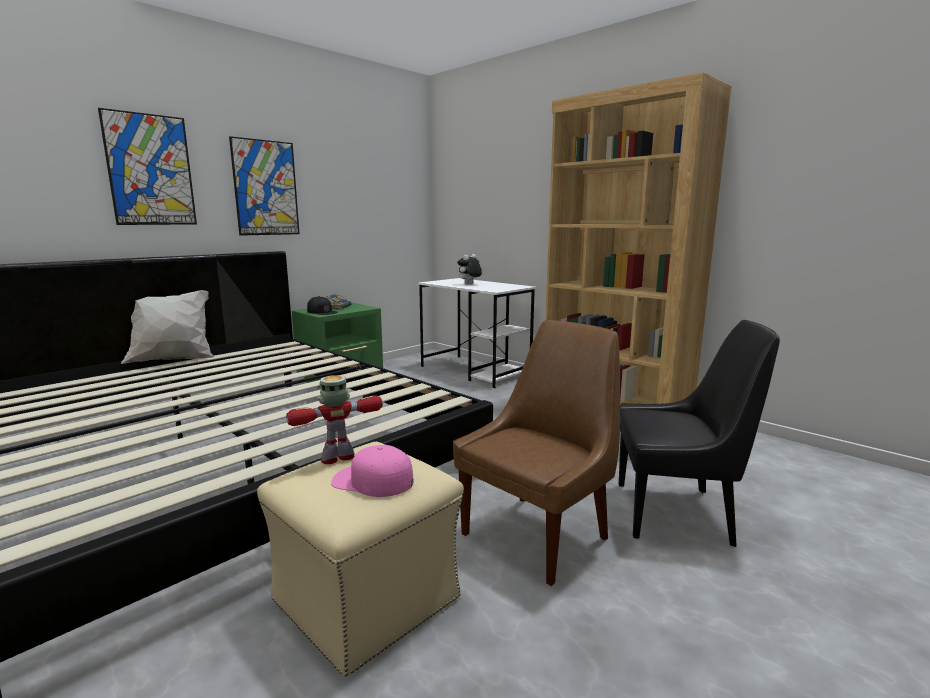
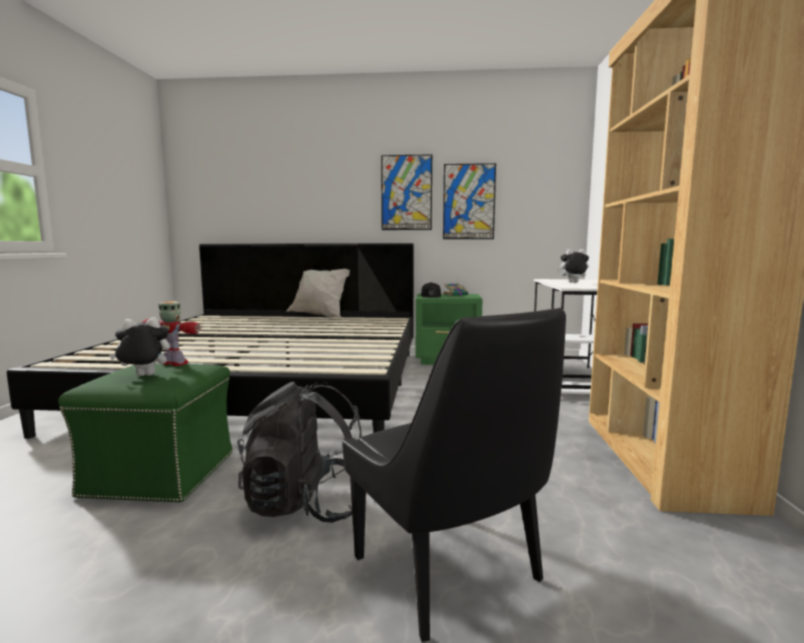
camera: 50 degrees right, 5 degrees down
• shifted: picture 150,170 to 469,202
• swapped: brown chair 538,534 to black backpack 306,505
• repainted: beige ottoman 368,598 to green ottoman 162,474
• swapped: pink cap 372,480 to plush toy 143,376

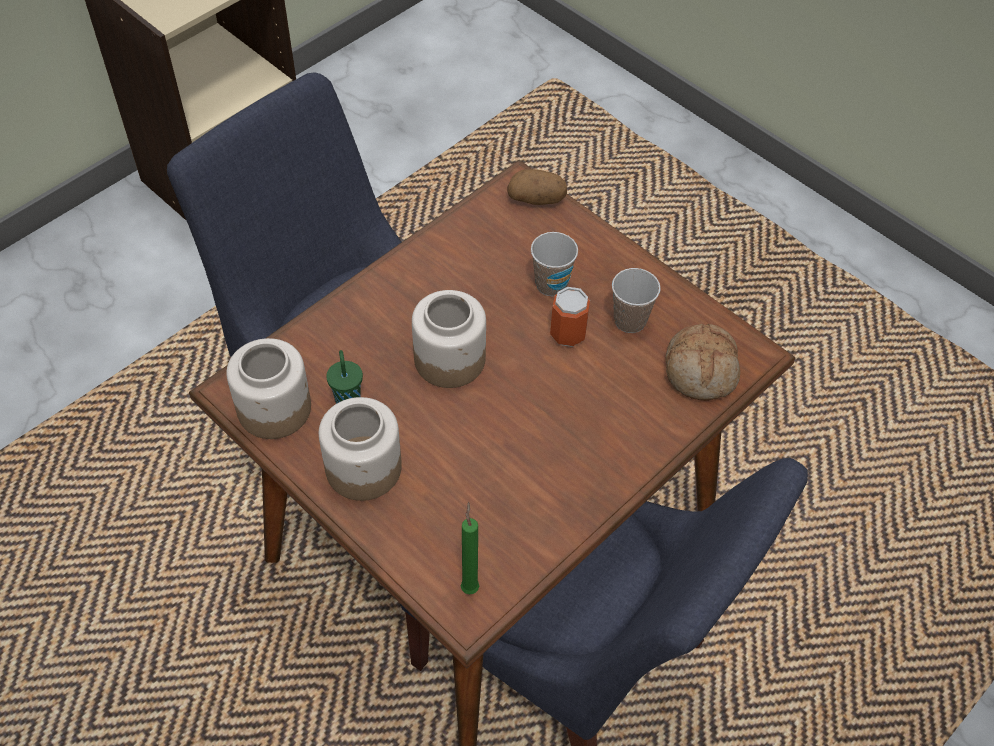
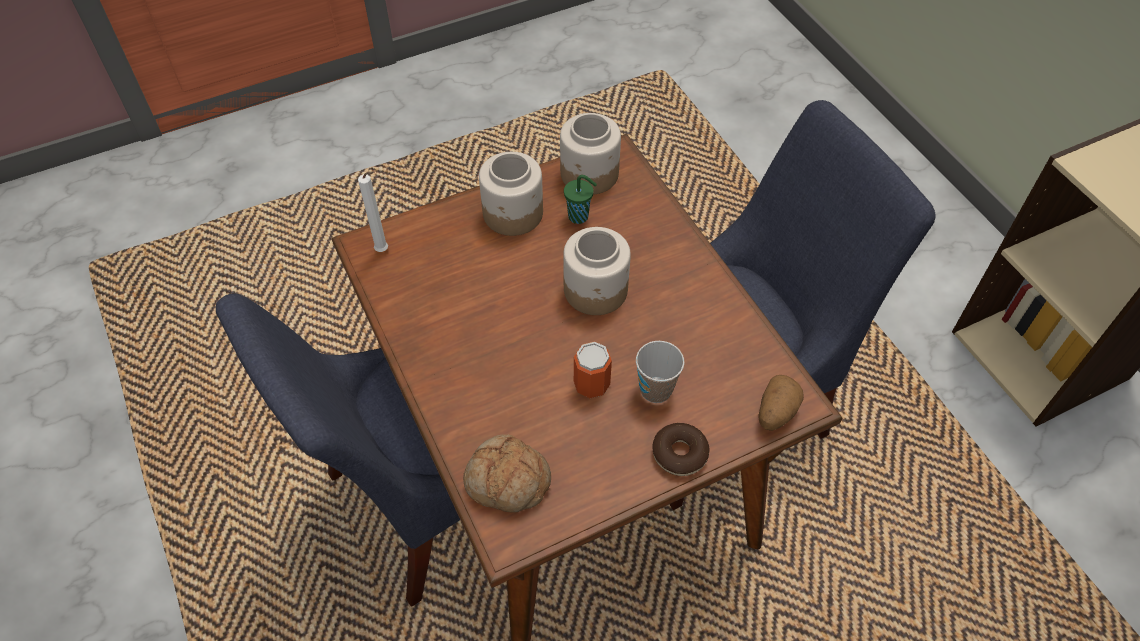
camera: 110 degrees right, 0 degrees up
• gone: cup 630,321
• repainted: green candle 470,586 to white candle 384,251
• new: donut 679,453

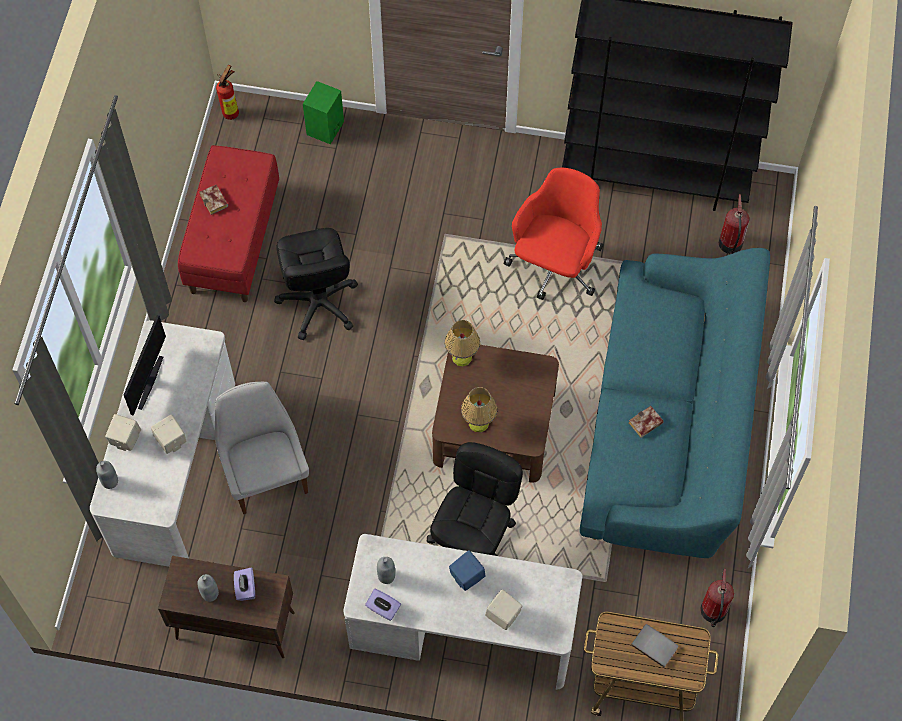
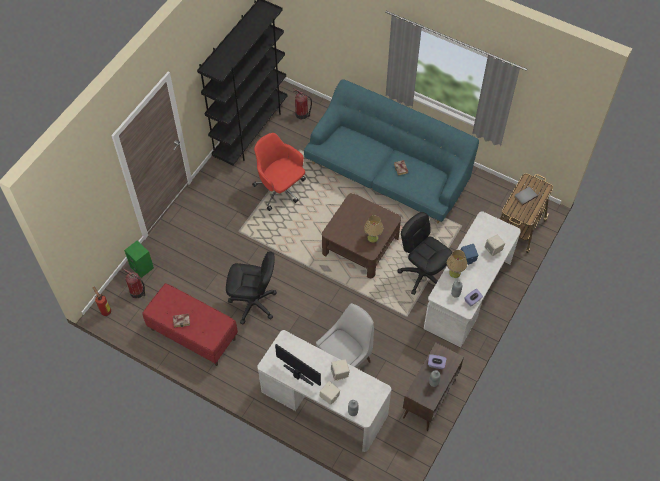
camera: 70 degrees left, 5 degrees down
• shifted: table lamp 462,357 to 454,272
• rotated: white chair 266,474 = 346,359 135 degrees clockwise
• shifted: fire extinguisher 713,612 to 138,292

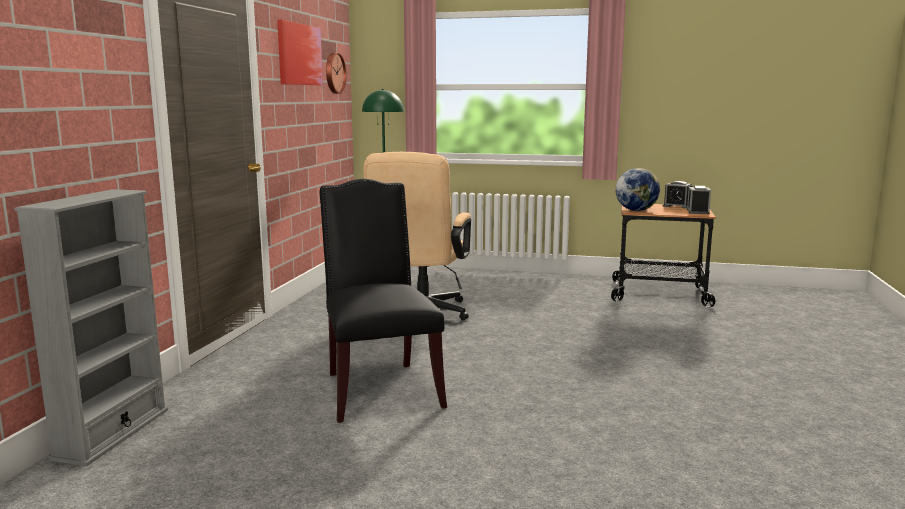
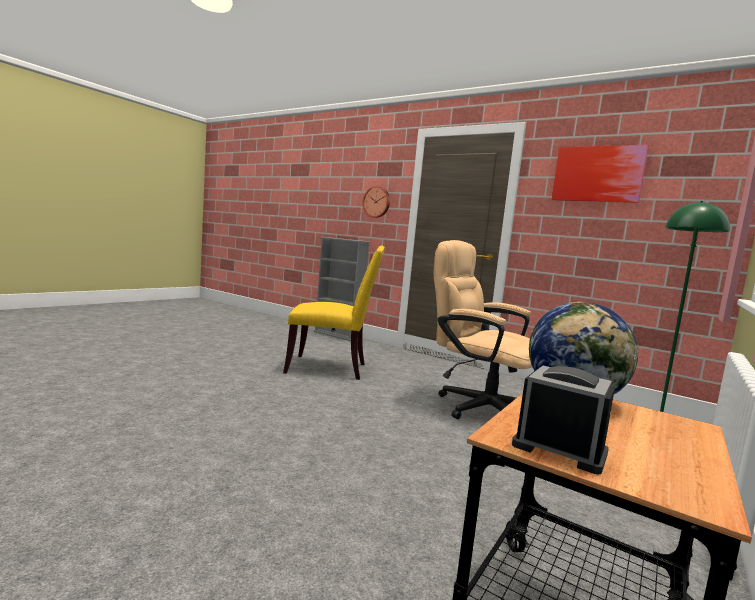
camera: 110 degrees right, 5 degrees down
• shifted: wall clock 334,73 to 377,202
• repainted: black chair 379,388 to yellow chair 331,368
• gone: alarm clock 677,206

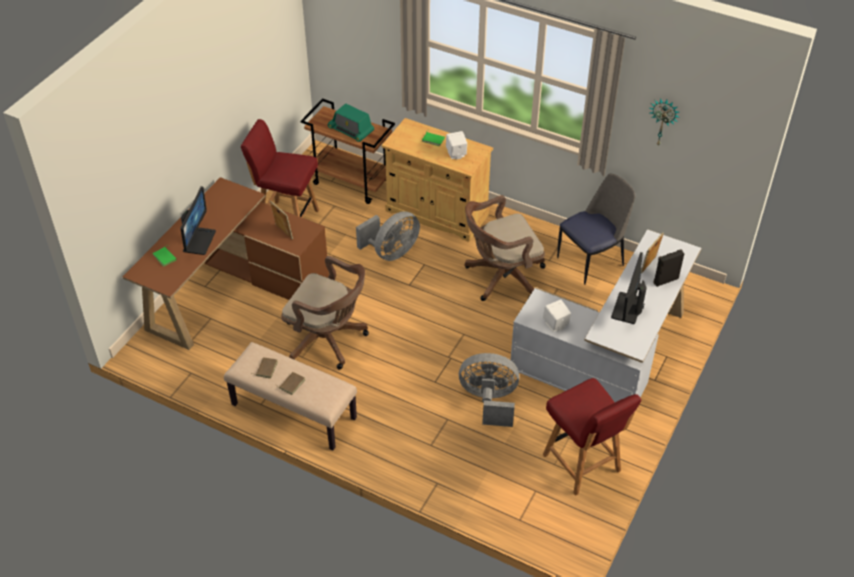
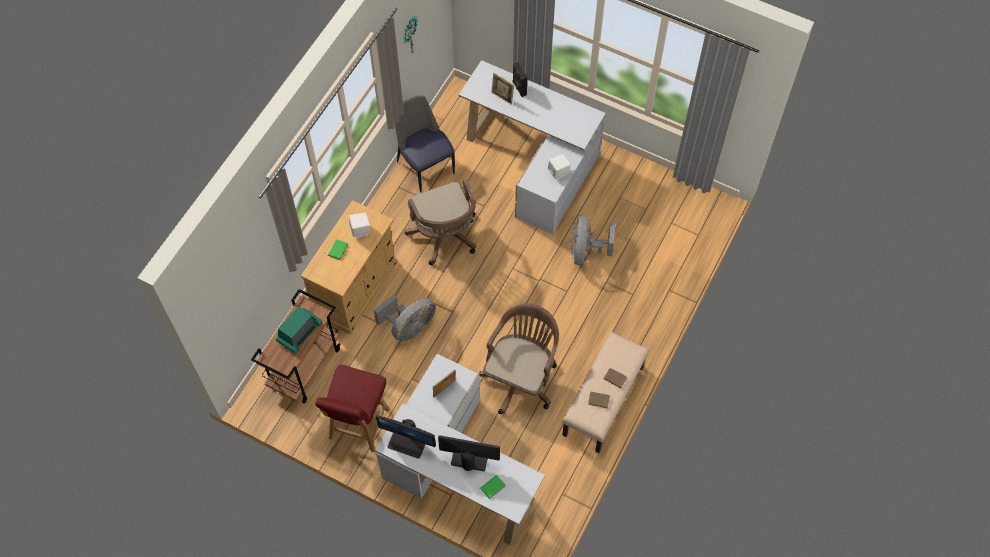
camera: 90 degrees left, 15 degrees up
• repainted: brown desk 232,289 to white desk 456,469
• rotated: grey fan 391,252 = 409,327 90 degrees clockwise
• shifted: monitor 627,308 to 408,442
• gone: red chair 582,464

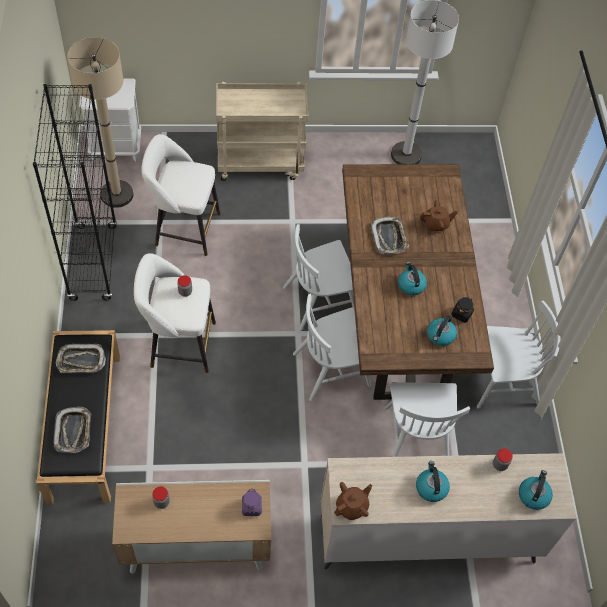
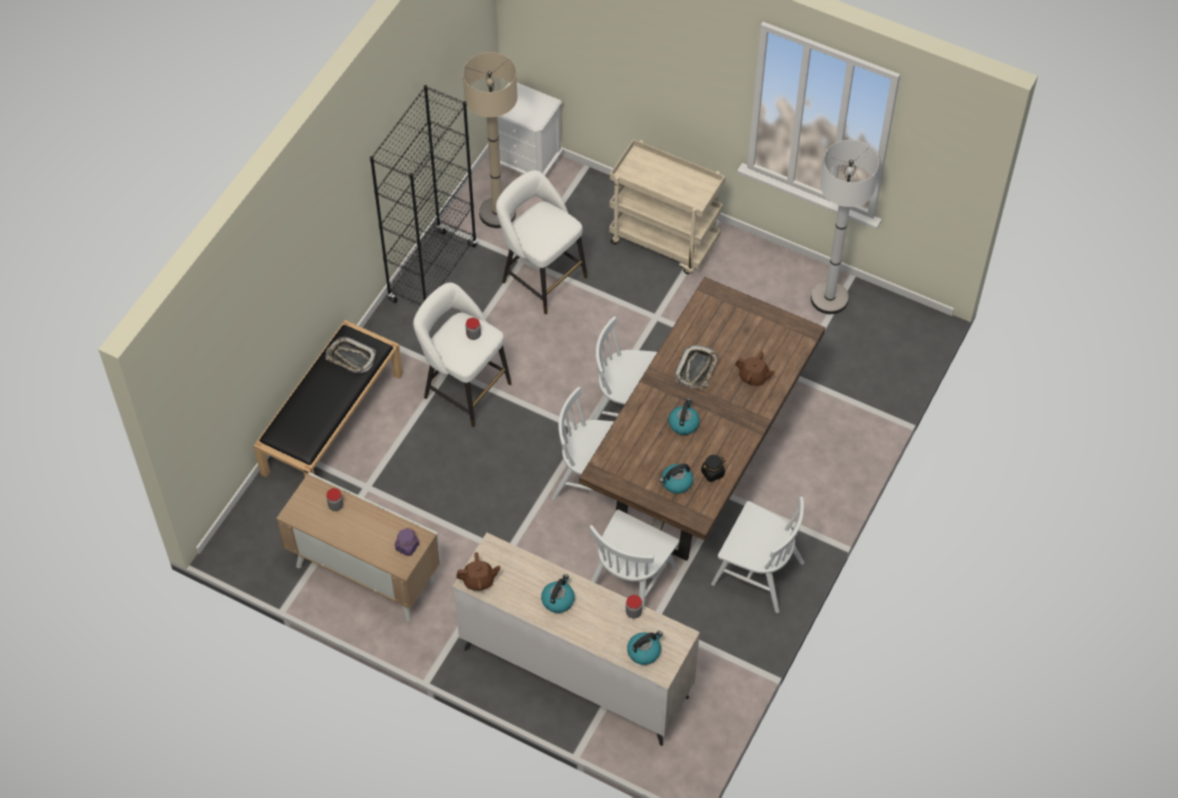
camera: 35 degrees right, 0 degrees up
• gone: tray 73,431

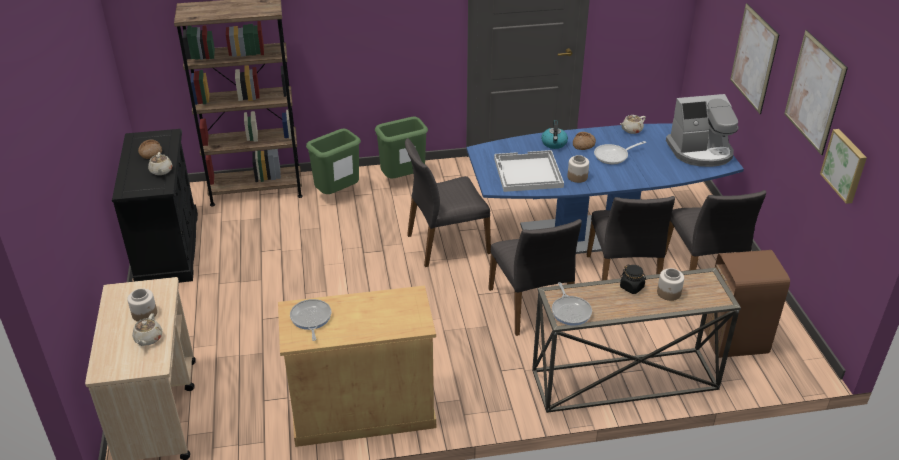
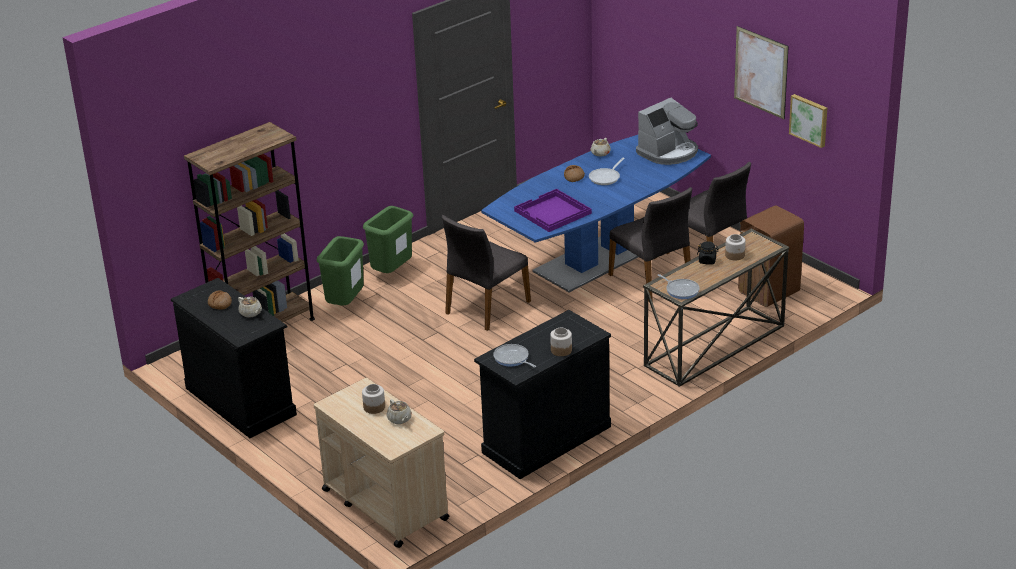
camera: 30 degrees left, 5 degrees down
• gone: picture 754,58
• gone: kettle 554,143
• repainted: white tray 527,173 to purple tray 552,212
• shifted: jar 577,177 to 561,350
• gone: grey chair 531,306
• repainted: beige cabinet 363,411 to black cabinet 546,439

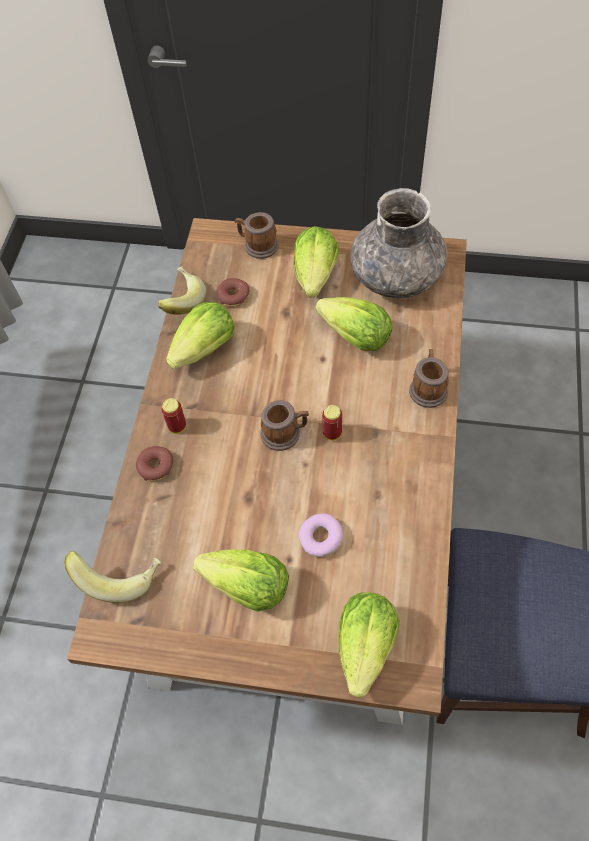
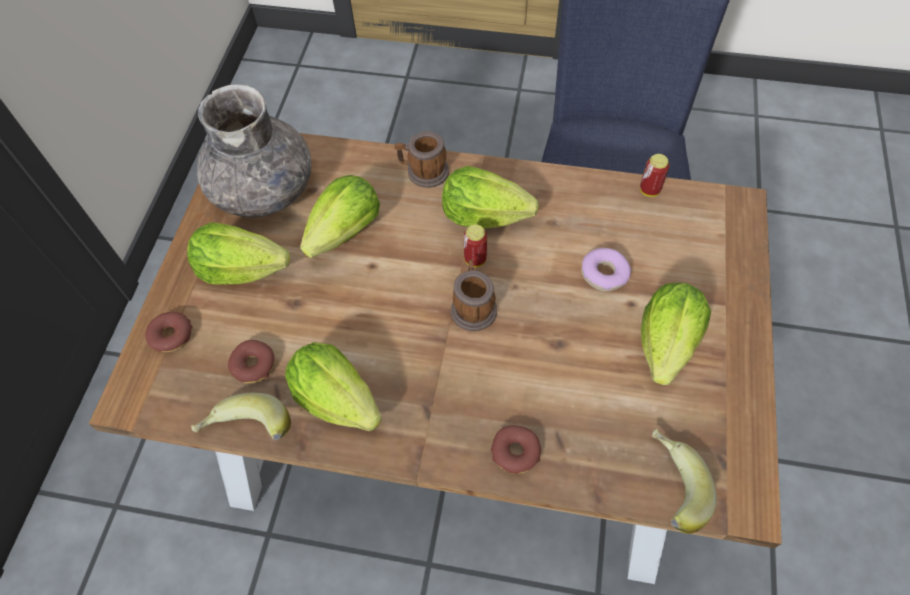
camera: 90 degrees left, 0 degrees up
• swapped: mug 257,245 to donut 171,336
• shifted: can 177,426 to 649,190
• shifted: lettuce 365,646 to 484,215

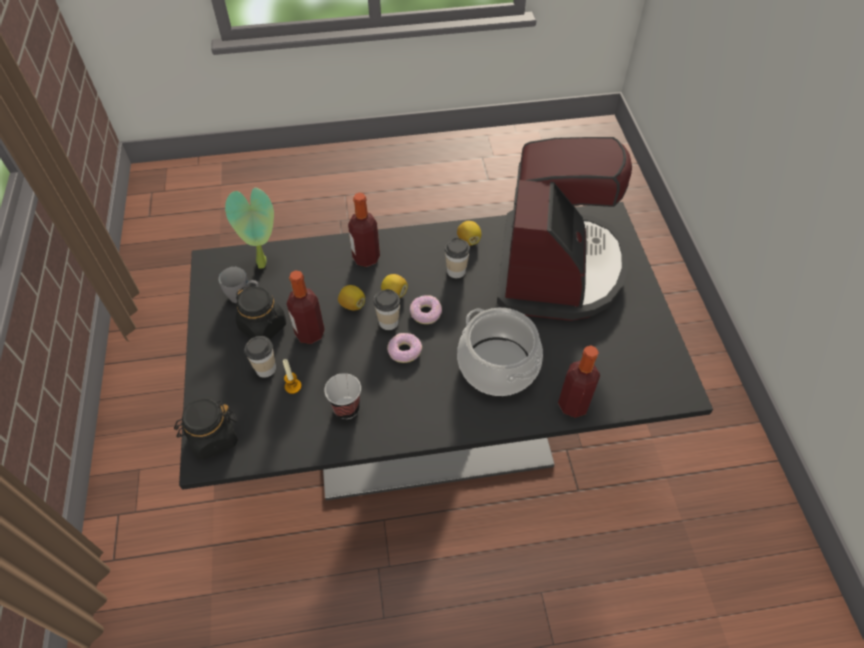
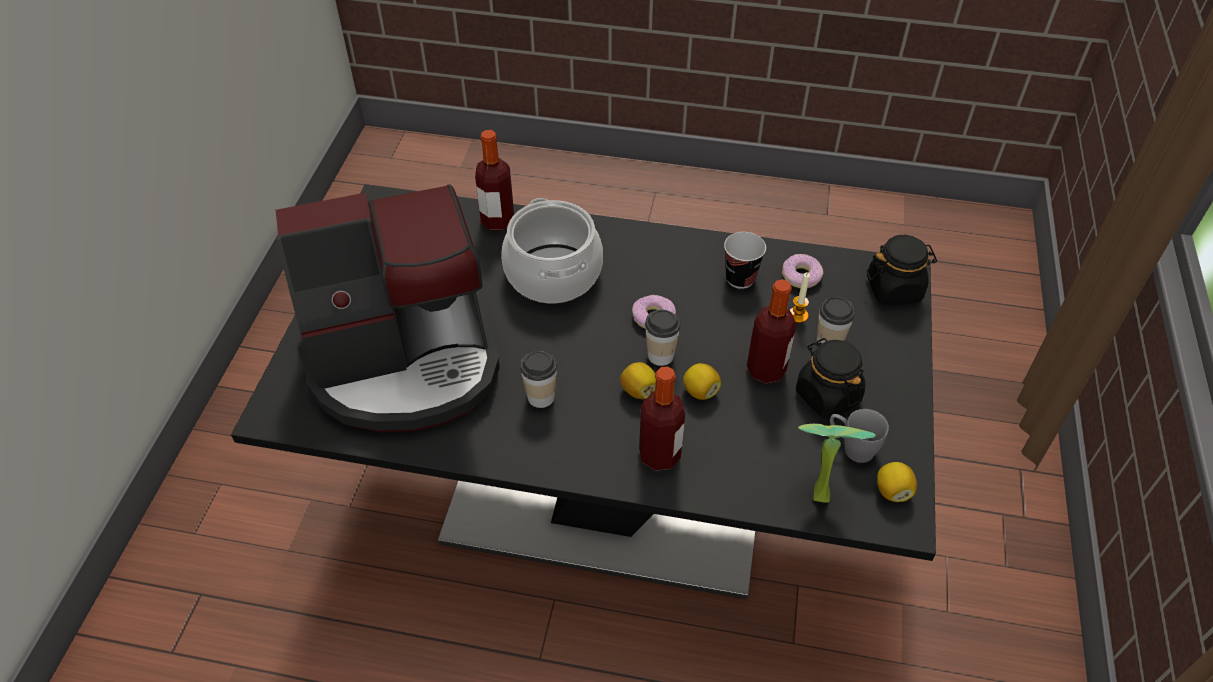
camera: 160 degrees left, 5 degrees down
• rotated: coffee machine 557,269 = 405,361 135 degrees counterclockwise
• shifted: lemon 469,240 to 892,491
• shifted: donut 425,313 to 801,276

